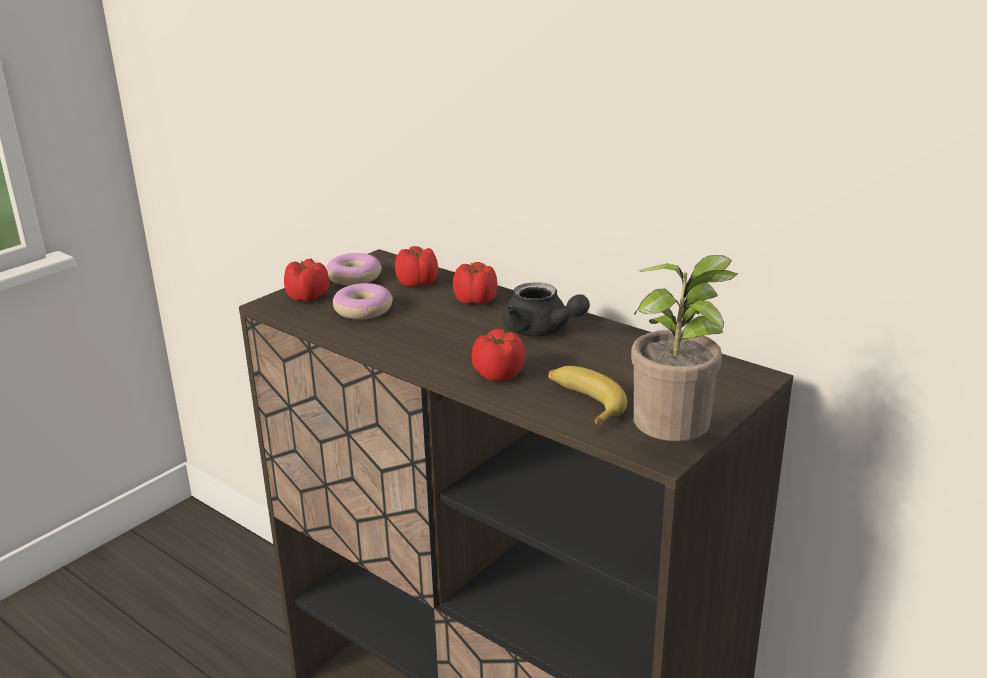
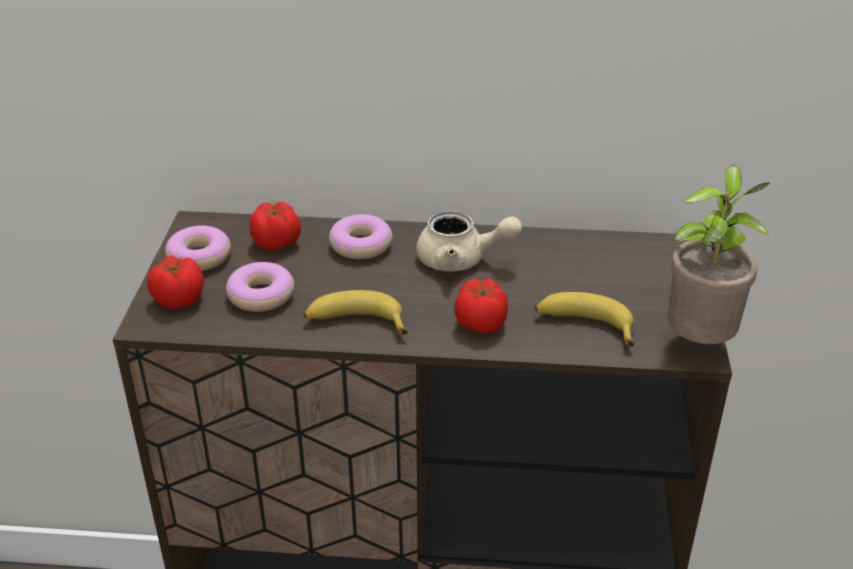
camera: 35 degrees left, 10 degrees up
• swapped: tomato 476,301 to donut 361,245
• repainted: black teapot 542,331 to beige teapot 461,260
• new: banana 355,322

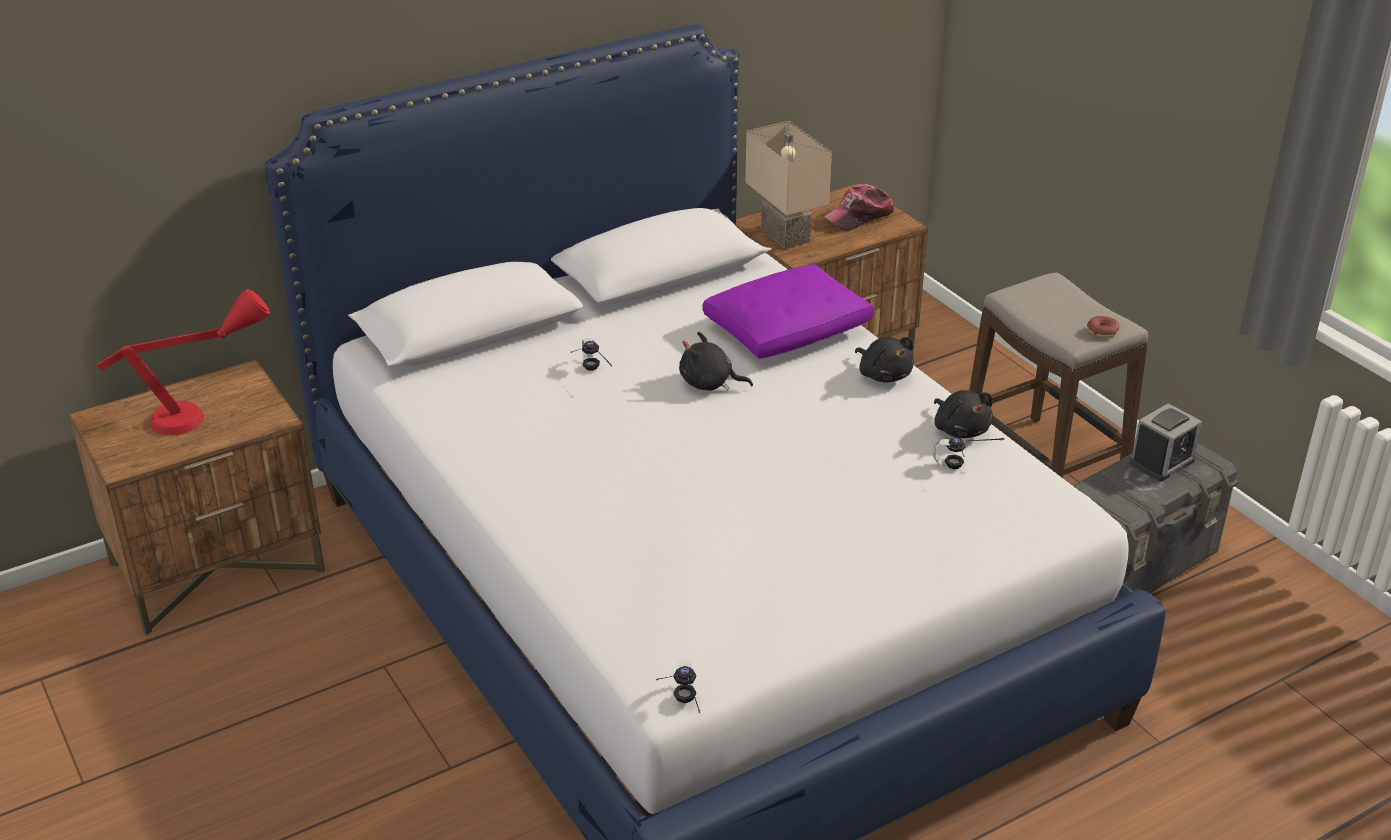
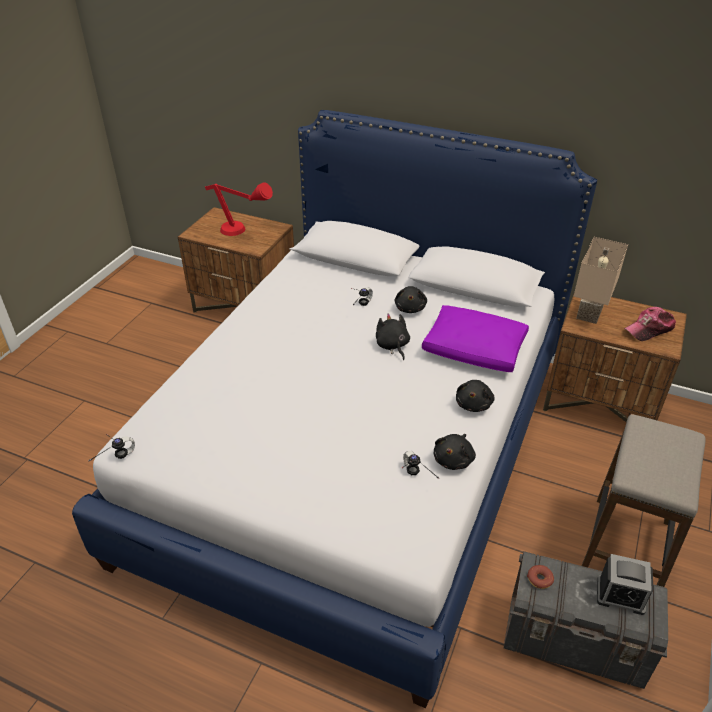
camera: 55 degrees right, 5 degrees up
• rotated: cap 859,216 = 649,329 45 degrees counterclockwise
• shifted: donut 1102,331 to 539,579
• new: black plush toy 410,308

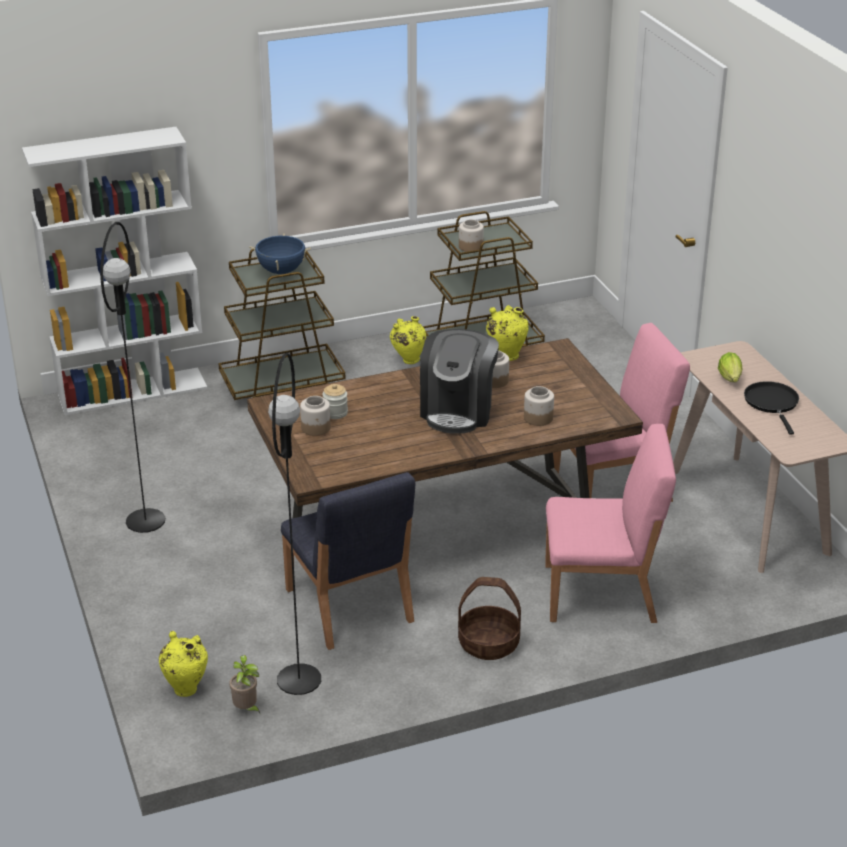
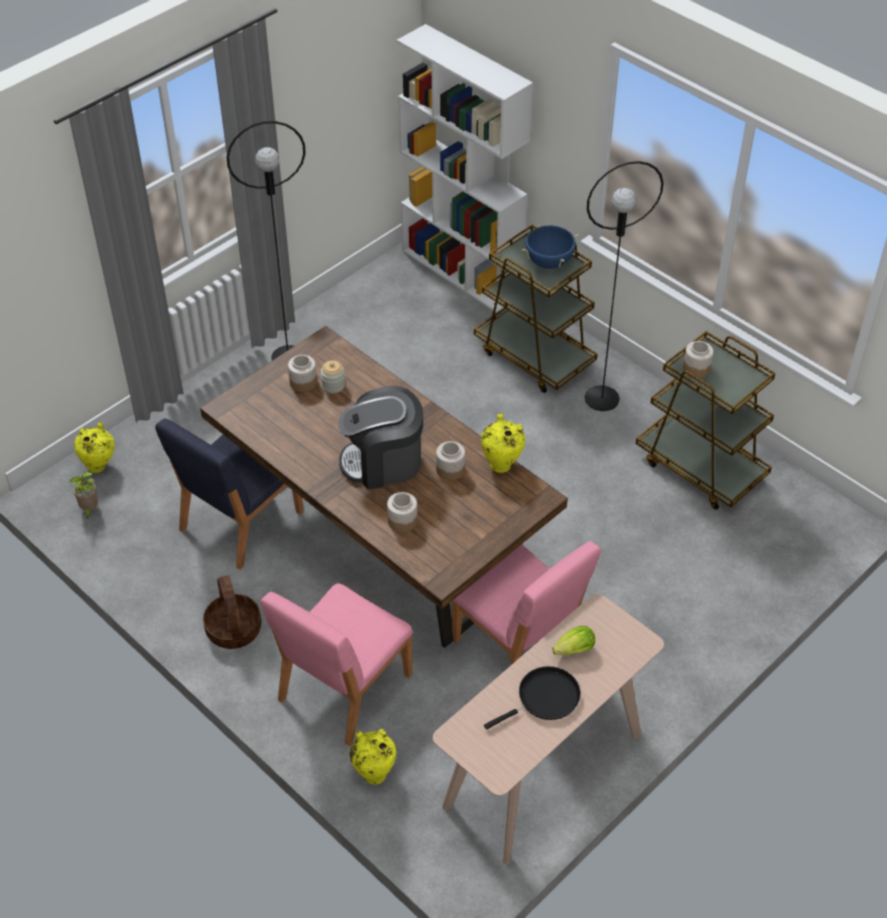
camera: 65 degrees right, 15 degrees up
• shifted: yellow vase 408,360 to 374,772
• shifted: black floor lamp 299,679 to 602,398
• rotated: pink chair 602,593 = 343,688 60 degrees clockwise

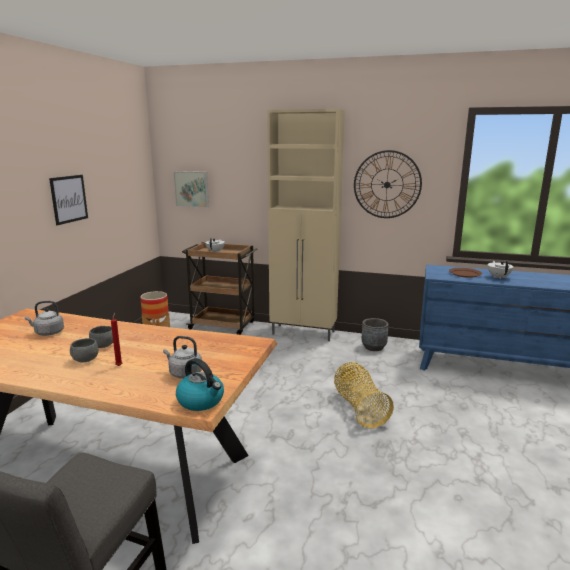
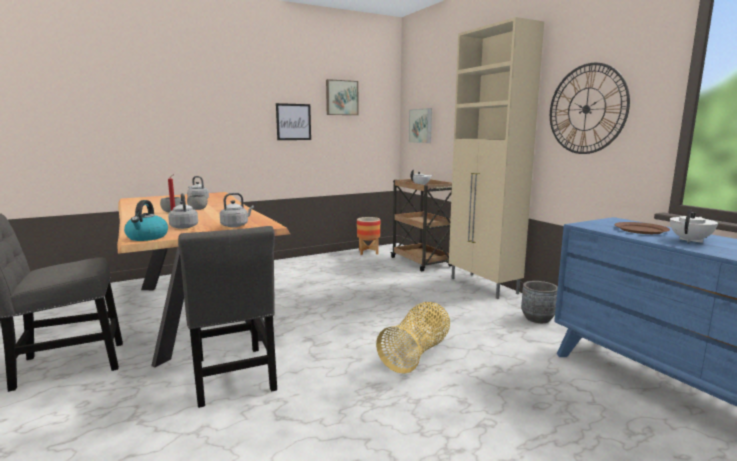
camera: 45 degrees right, 5 degrees down
• new: picture 341,98
• new: grey kettle 236,225
• new: grey chair 233,378

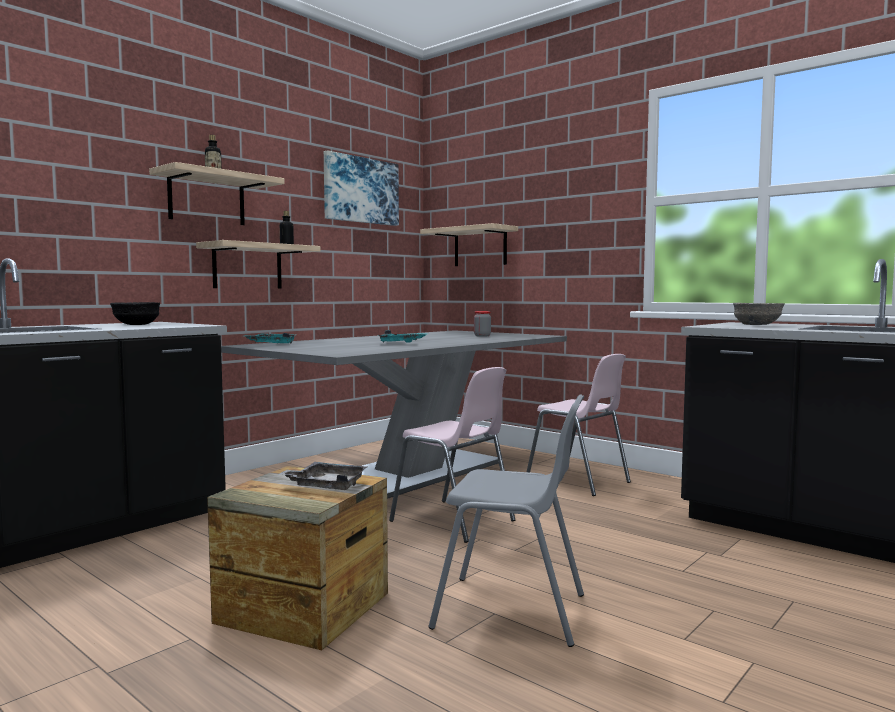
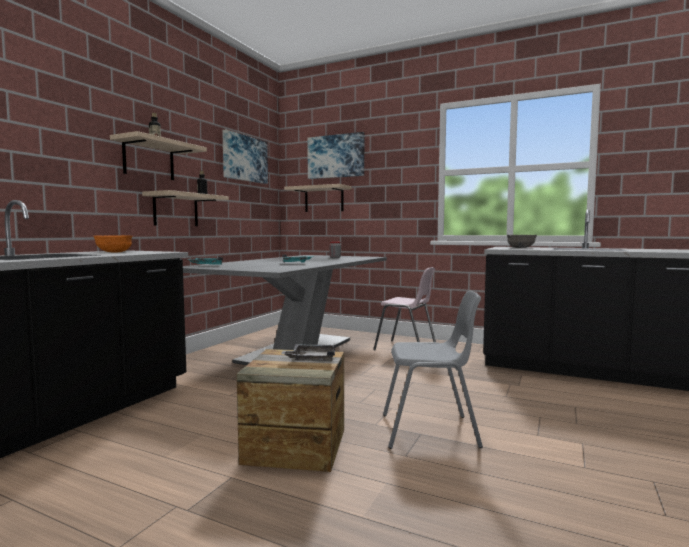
camera: 15 degrees left, 0 degrees up
• repainted: black bowl 137,324 to orange bowl 114,252
• gone: pink chair 453,521
• new: picture 336,156

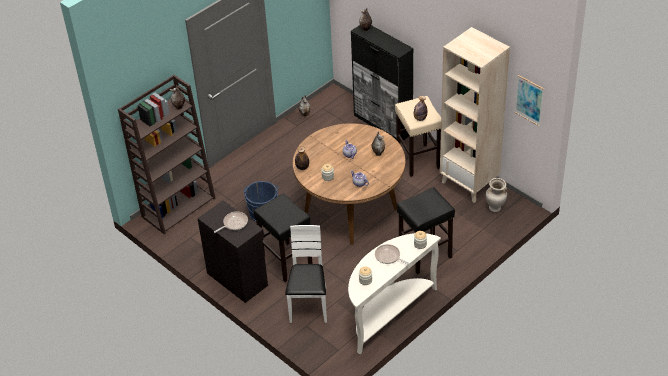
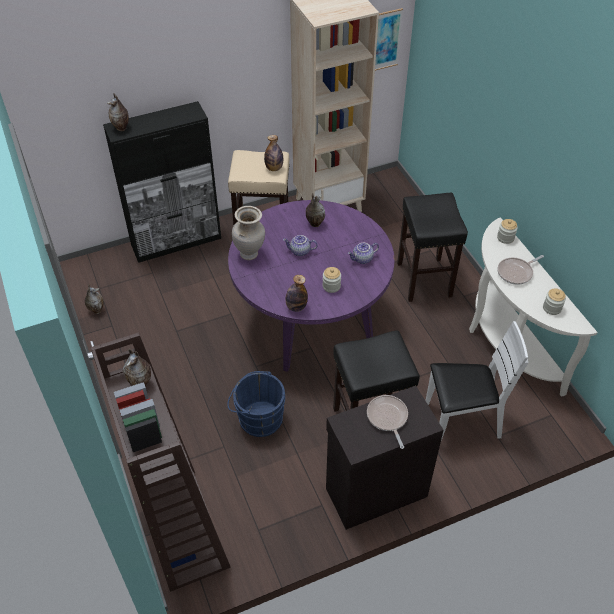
camera: 70 degrees left, 5 degrees up
• repainted: brown dining table 351,210 to purple dining table 310,322
• shifted: beige vase 495,208 to 250,254
• rotated: white chair 309,305 = 461,421 150 degrees clockwise

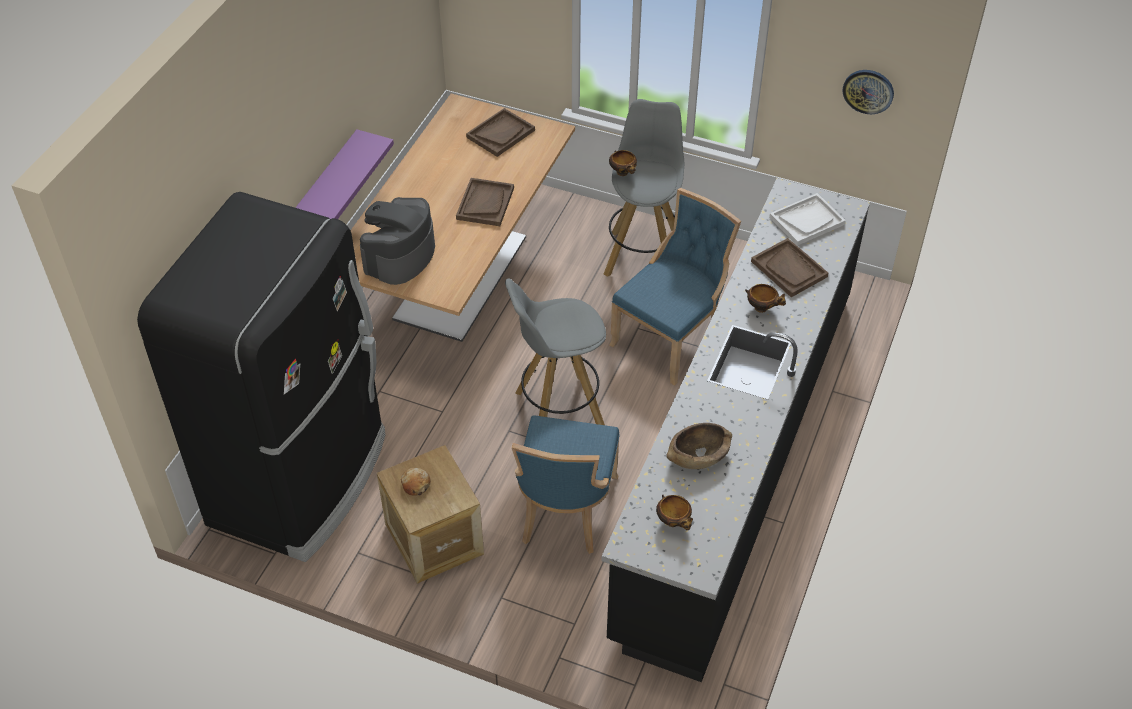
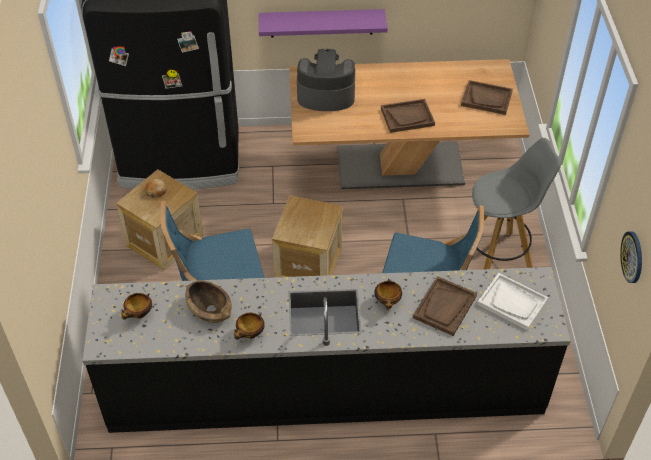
camera: 65 degrees right, 0 degrees up
• shifted: bowl 623,173 to 250,335
• swapped: grey stool 558,412 to crate 308,264

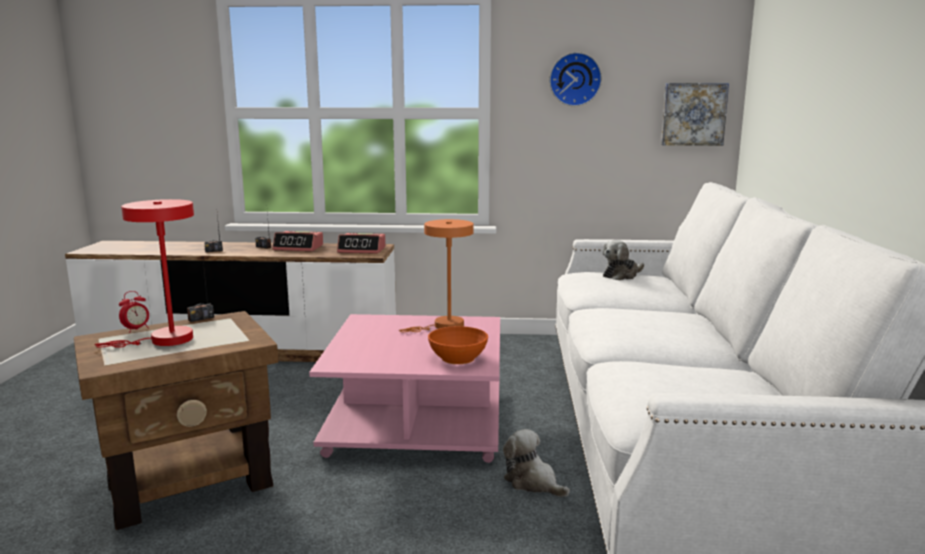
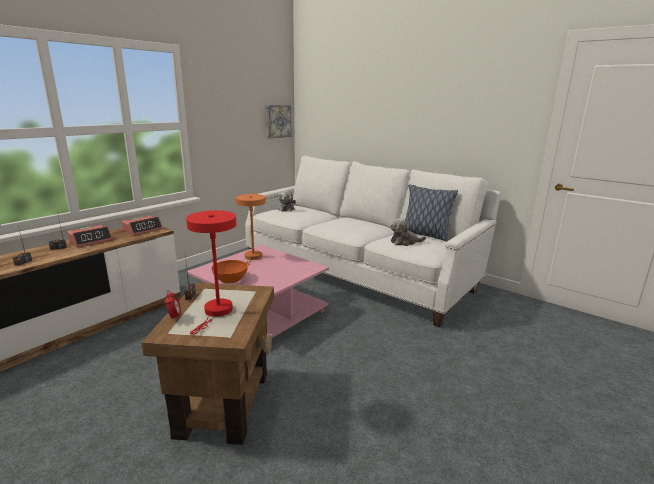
camera: 55 degrees left, 5 degrees up
• gone: wall clock 575,79
• shifted: orange bowl 458,358 to 230,279
• shifted: plush toy 533,482 to 405,242
• new: pillow 425,235

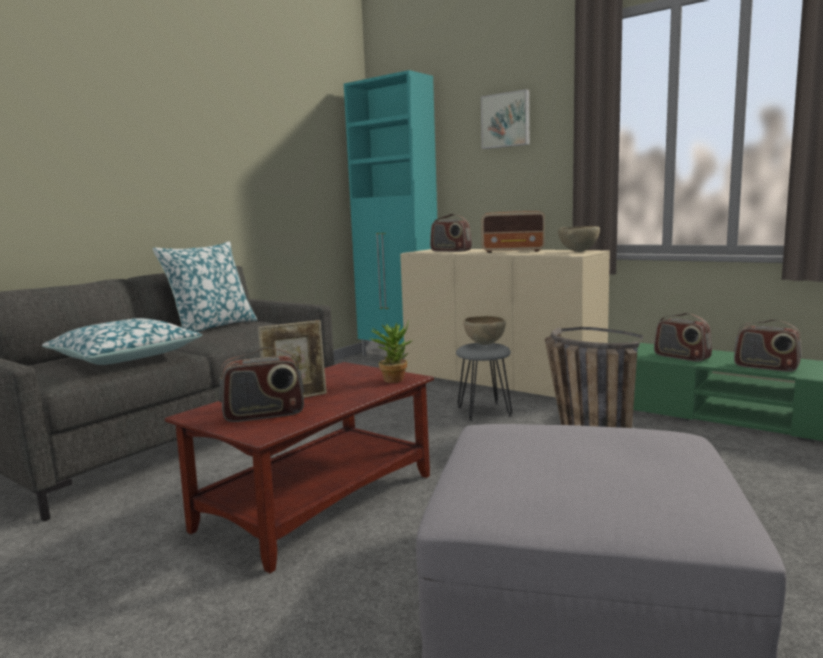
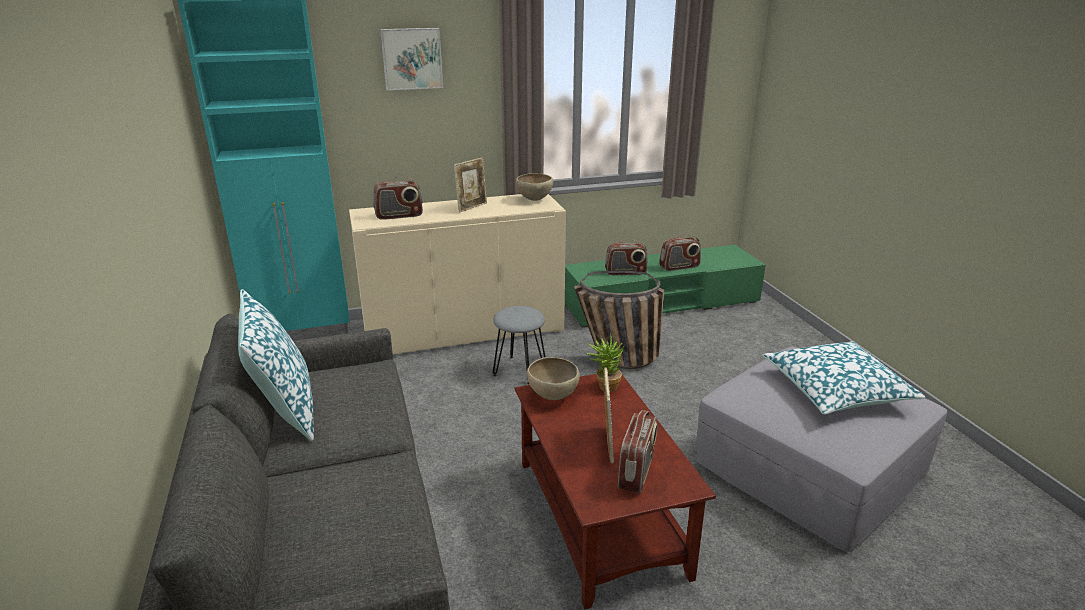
camera: 55 degrees left, 15 degrees up
• swapped: radio 513,251 to picture frame 472,207
• shifted: brown bowl 484,344 to 552,397
• shifted: pillow 124,357 to 836,389

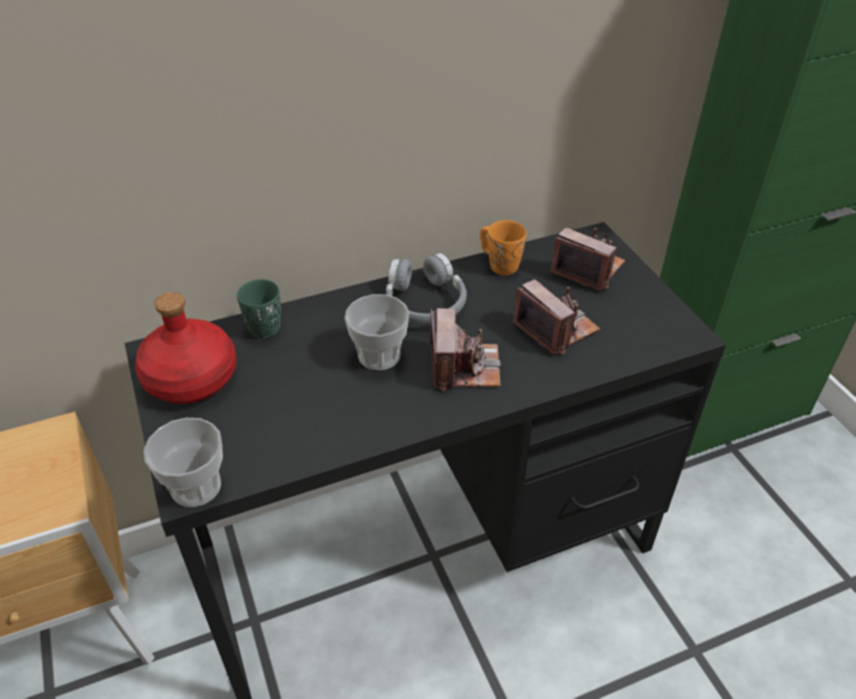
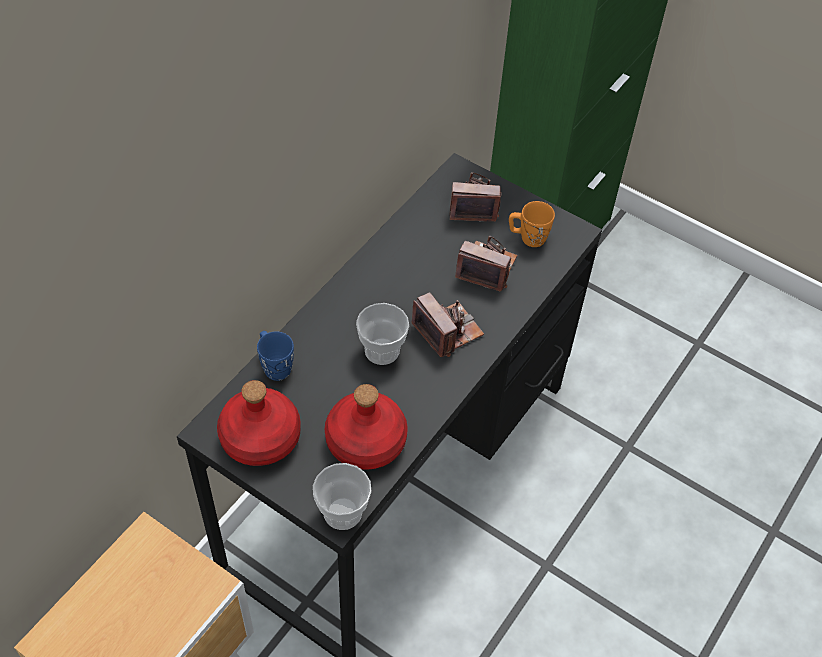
camera: 35 degrees left, 10 degrees up
• shifted: orange mug 499,264 to 528,237
• gone: grey headphones 424,302
• repainted: green mug 266,324 to blue mug 274,365
• new: red bottle 366,442

